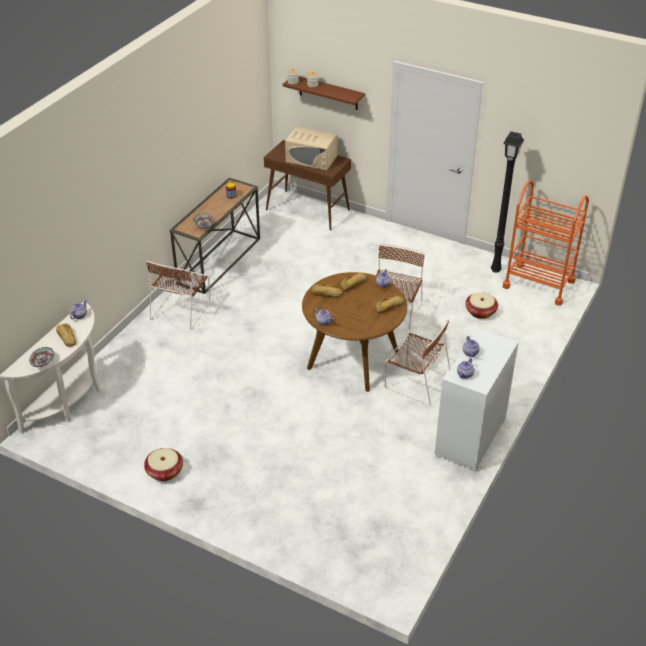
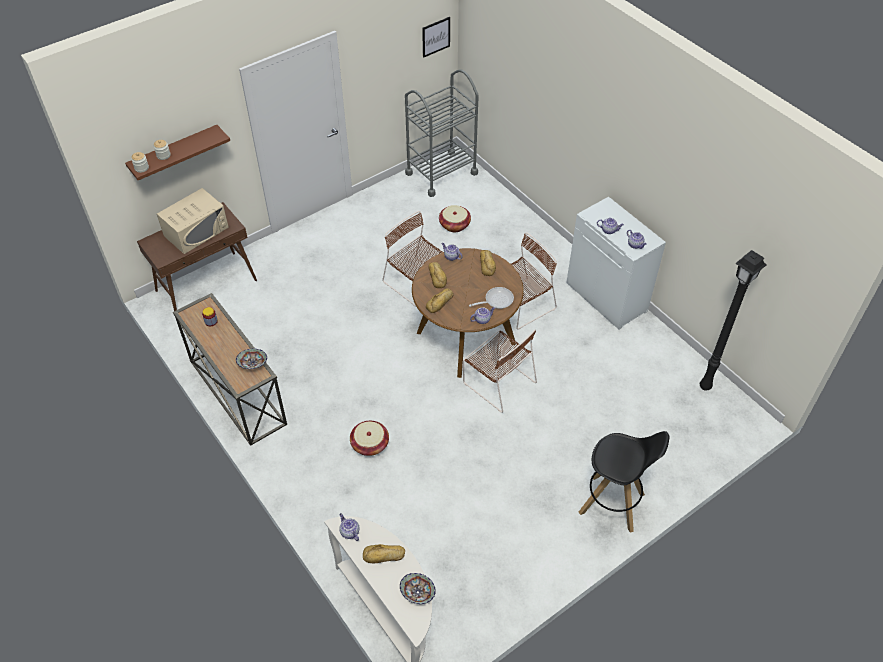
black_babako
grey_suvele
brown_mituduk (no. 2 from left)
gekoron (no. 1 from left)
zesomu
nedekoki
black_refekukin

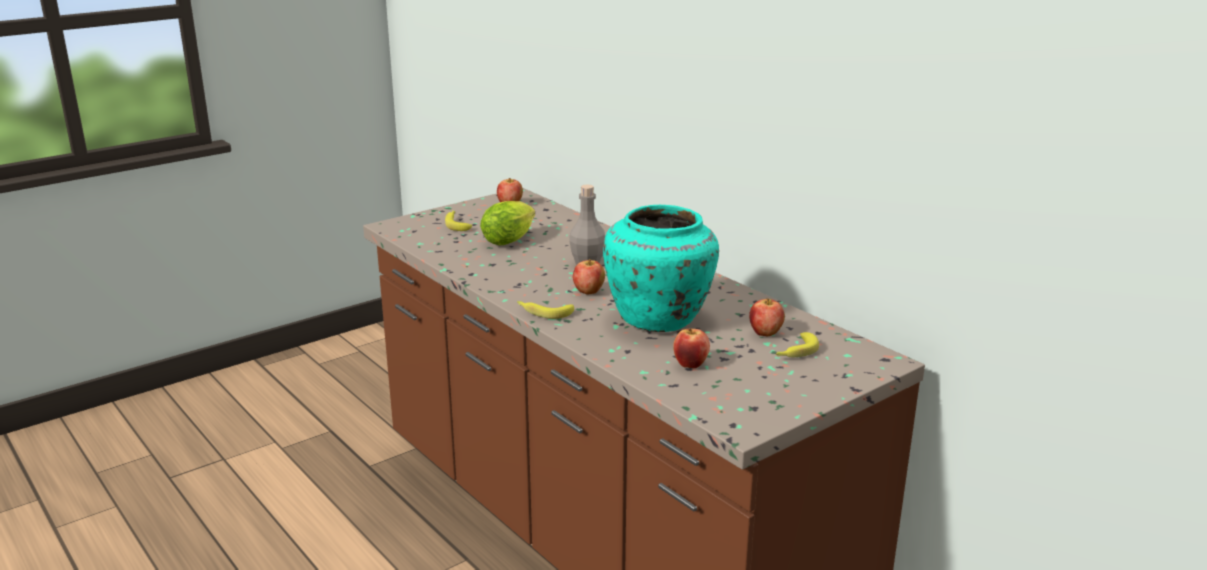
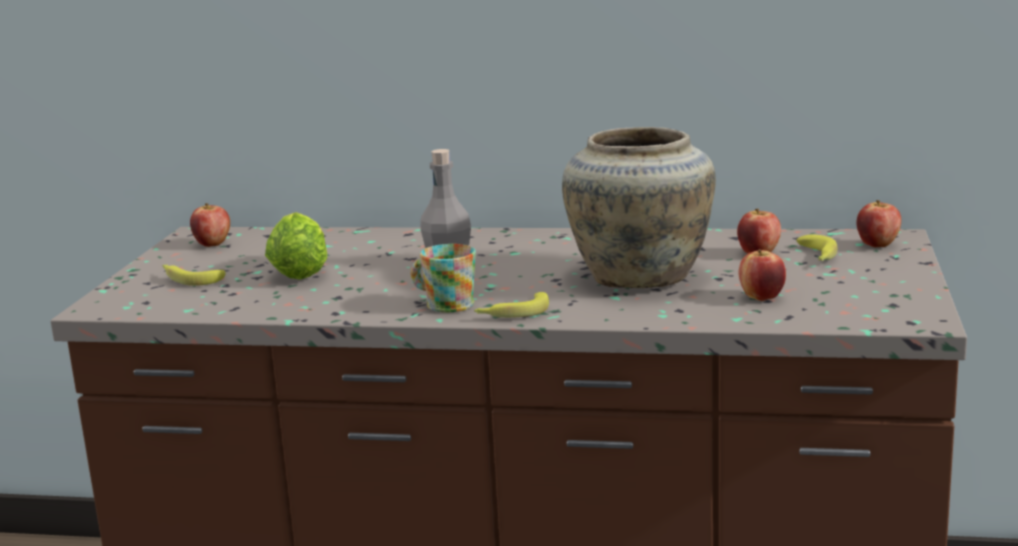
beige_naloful
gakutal (no. 4 from left)
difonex

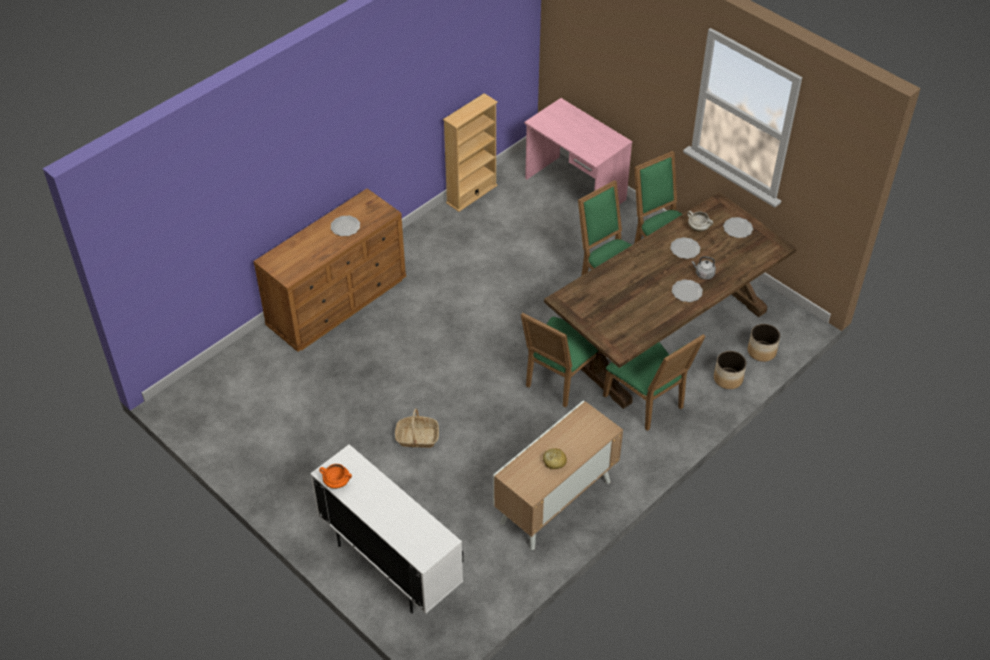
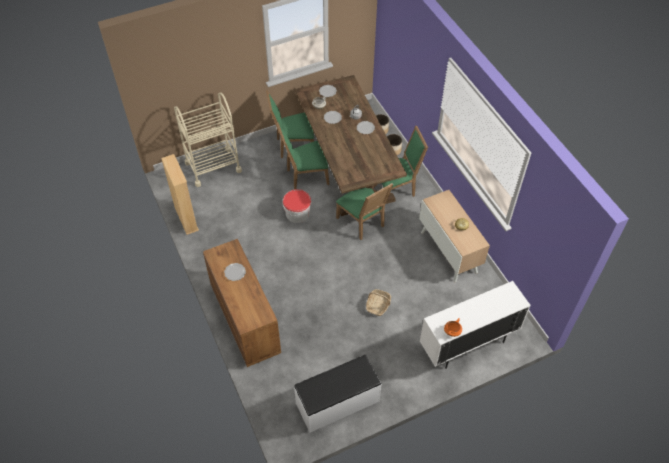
beige_suvele
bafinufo
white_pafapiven

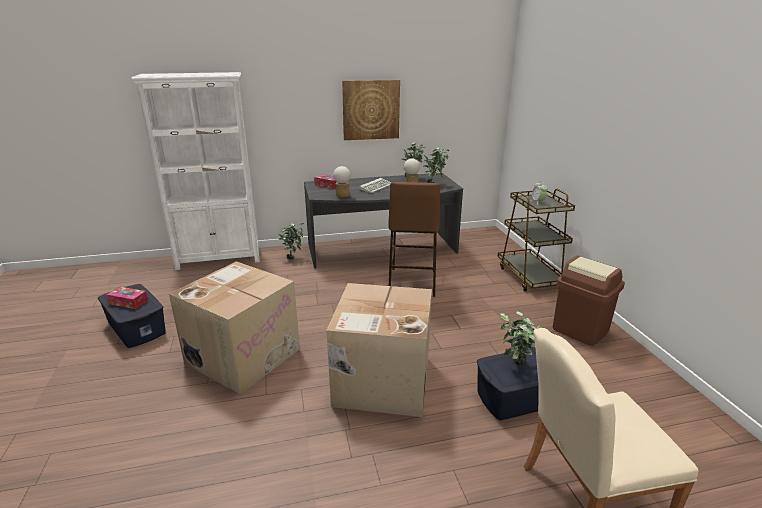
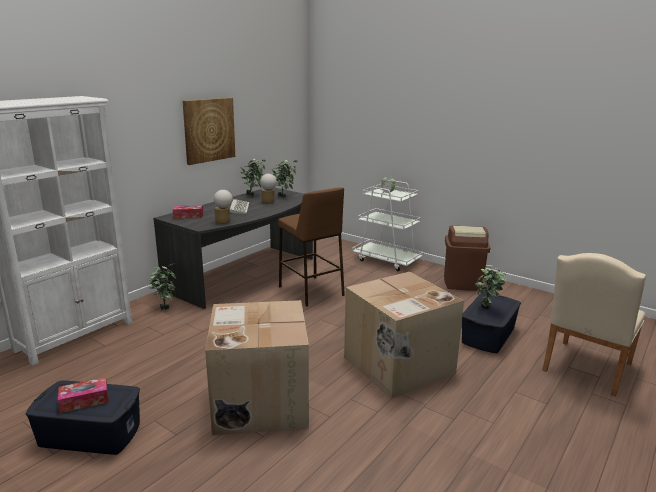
white_suvele

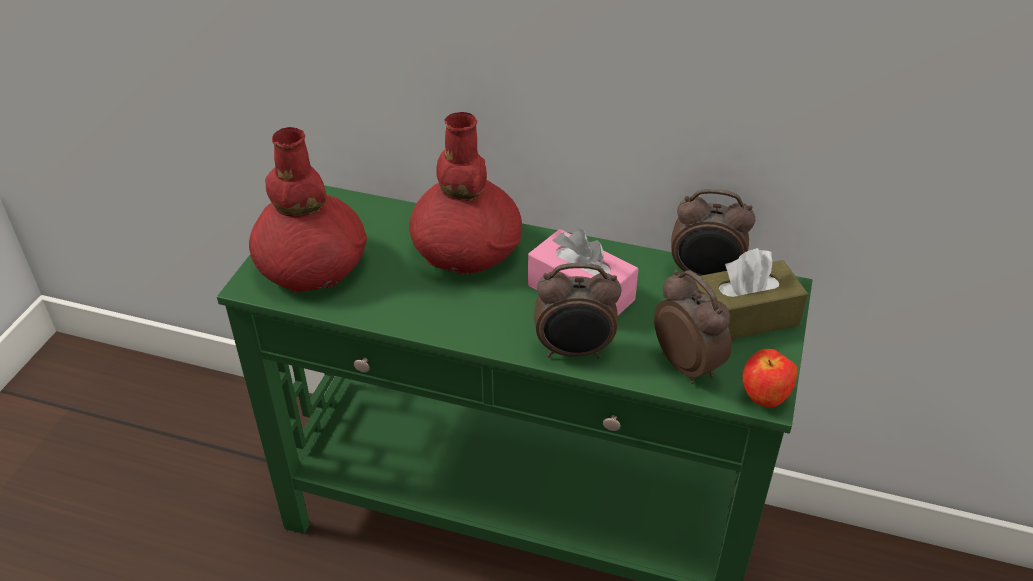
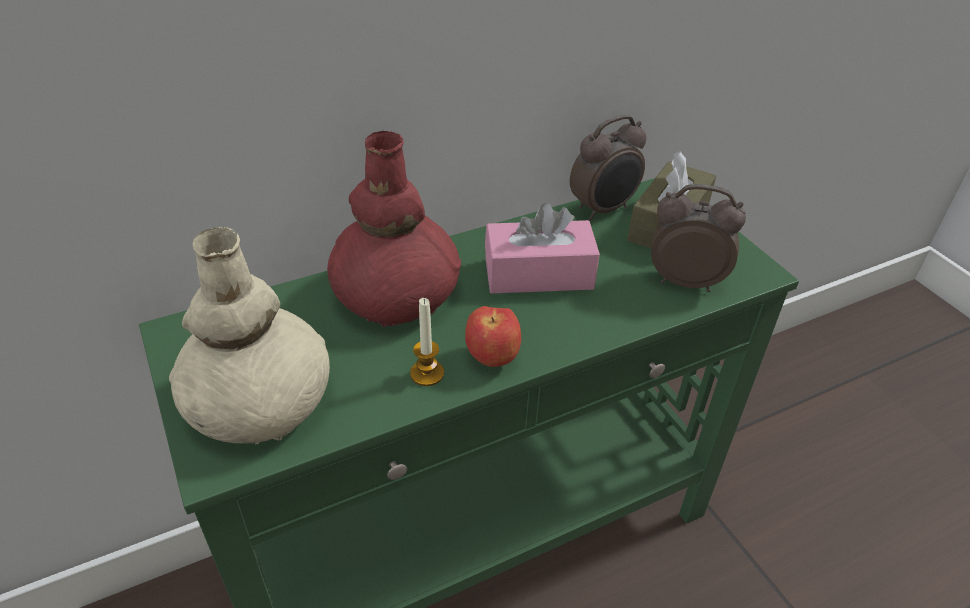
beige_naloful
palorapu (no. 1 from left in the first image)
gakutal
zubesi

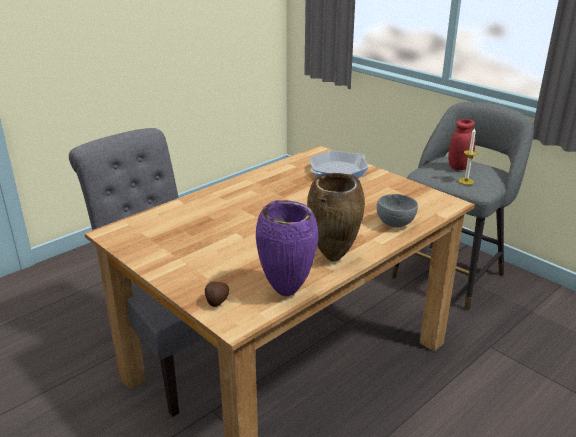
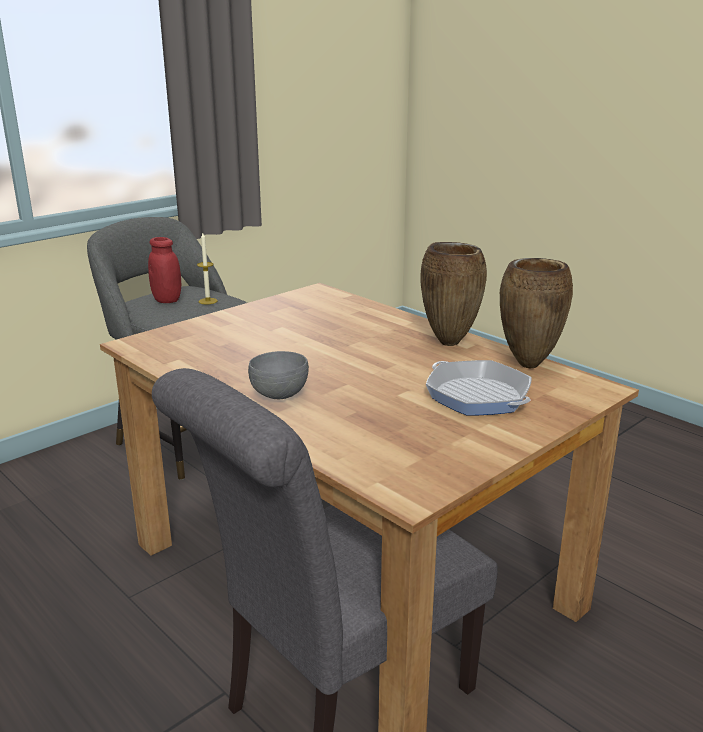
nedekoki
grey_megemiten
brown_naloful (no. 2 from left)
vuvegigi

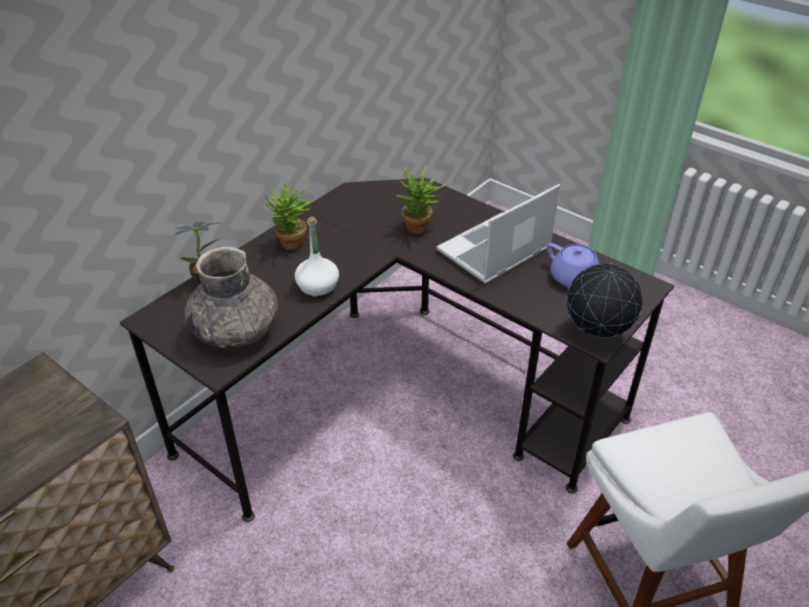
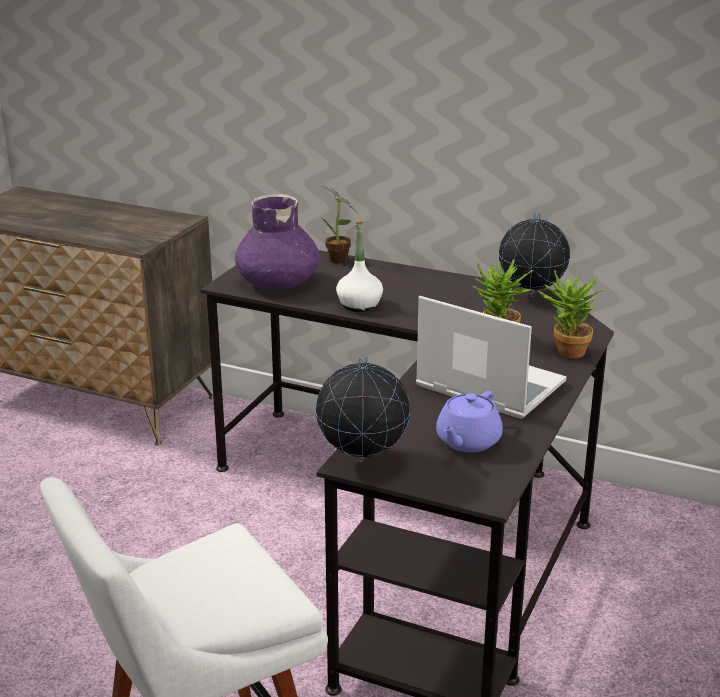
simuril (no. 3 from left)
purple_naloful
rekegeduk (no. 2 from left)

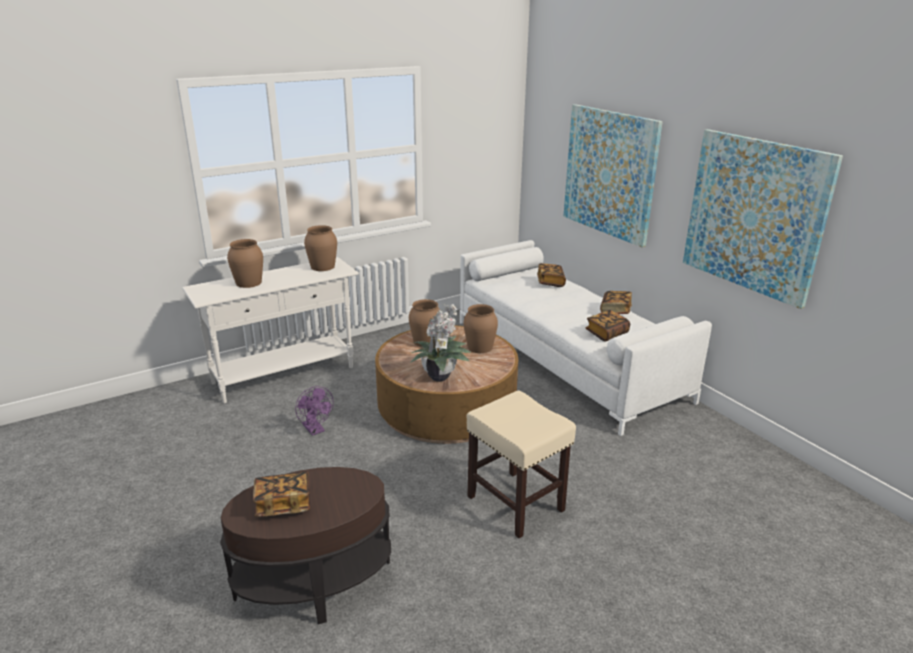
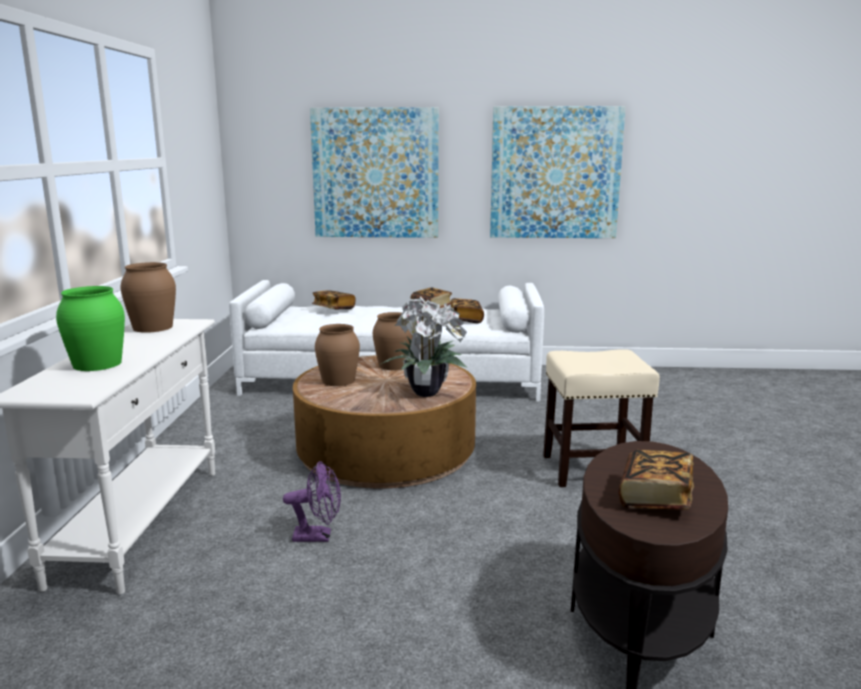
green_naloful

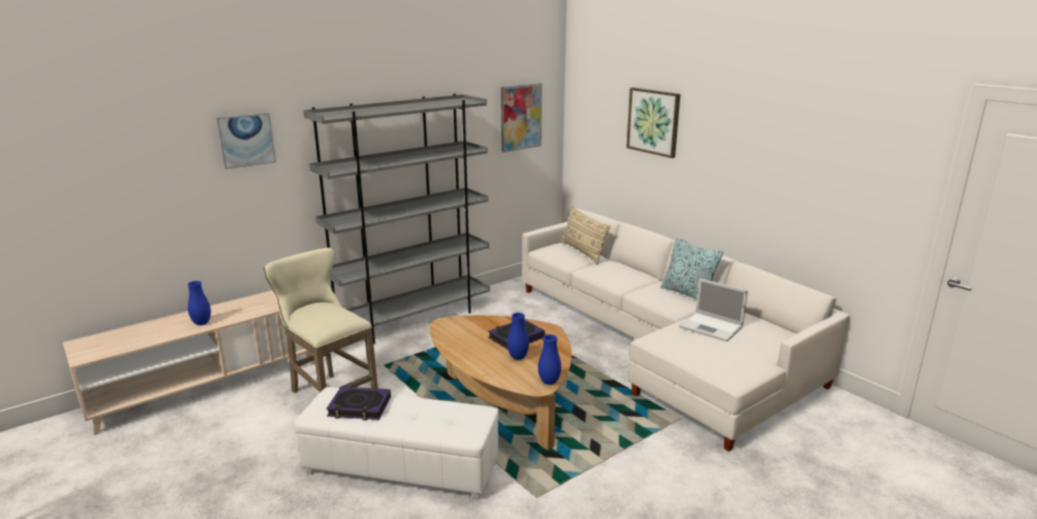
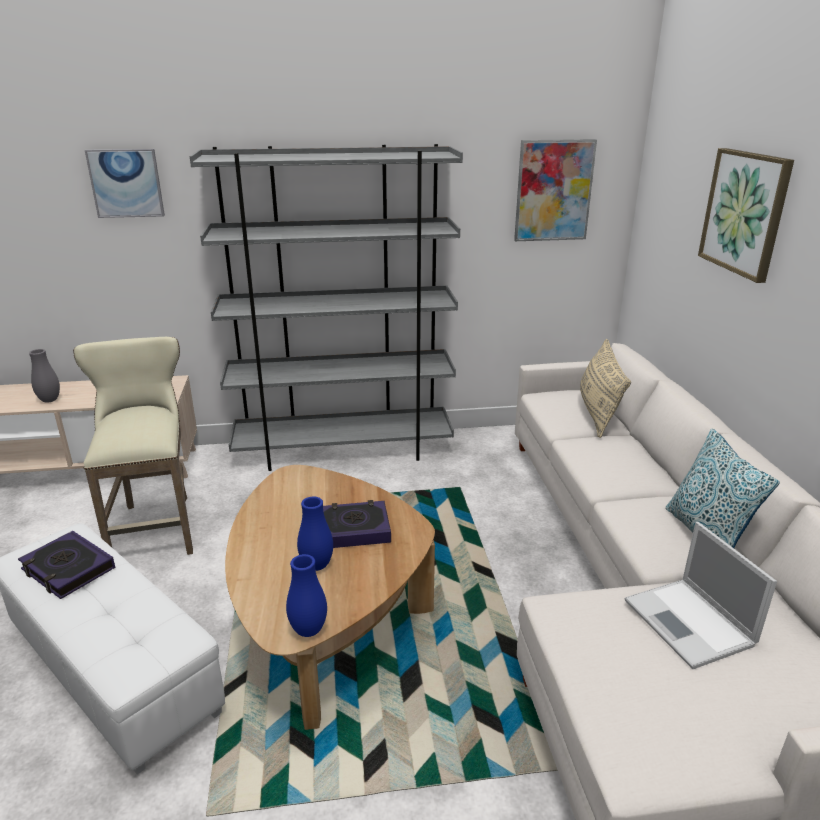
grey_naloful

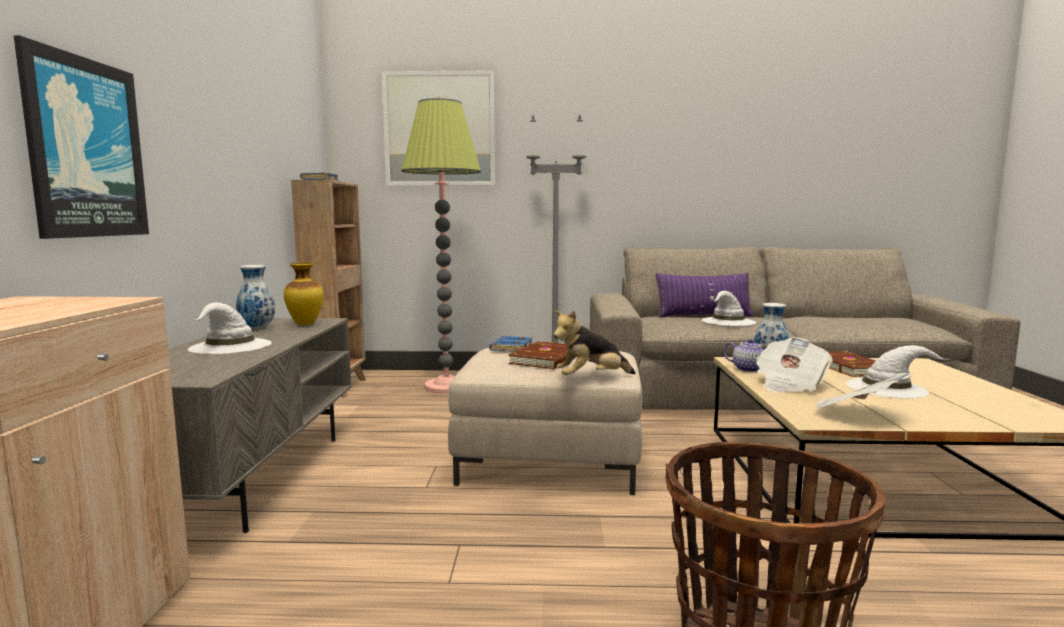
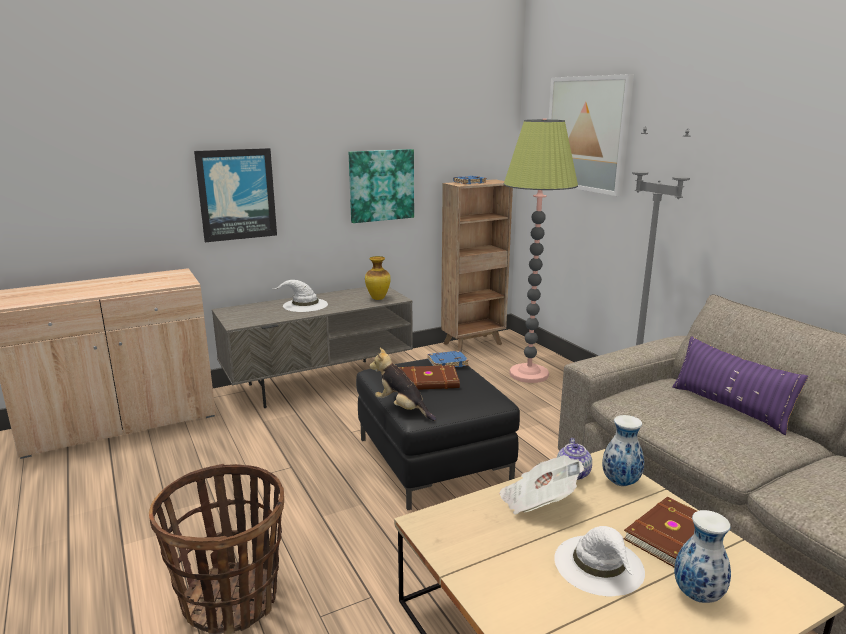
naloful (no. 3 from left)
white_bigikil (no. 2 from left in the first image)
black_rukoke
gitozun (no. 2 from left in the first image)
zesomu (no. 2 from left)

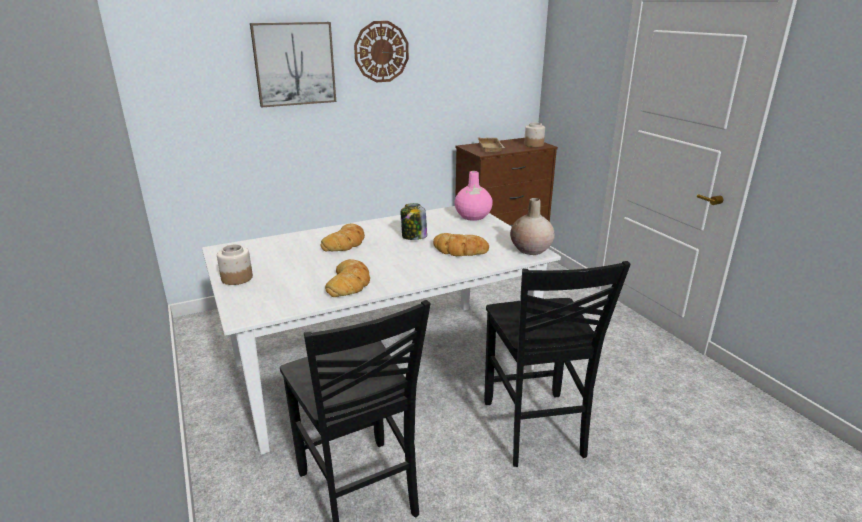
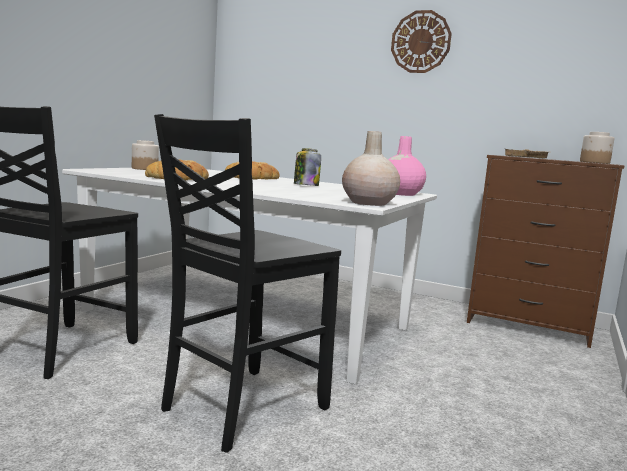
zesomu
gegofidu (no. 3 from left in the first image)

